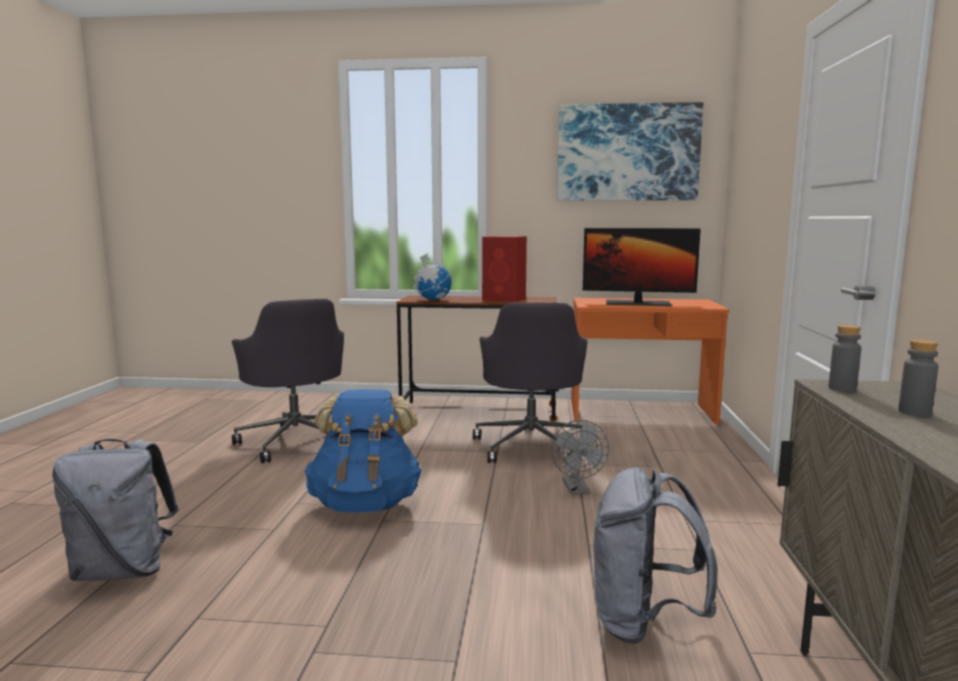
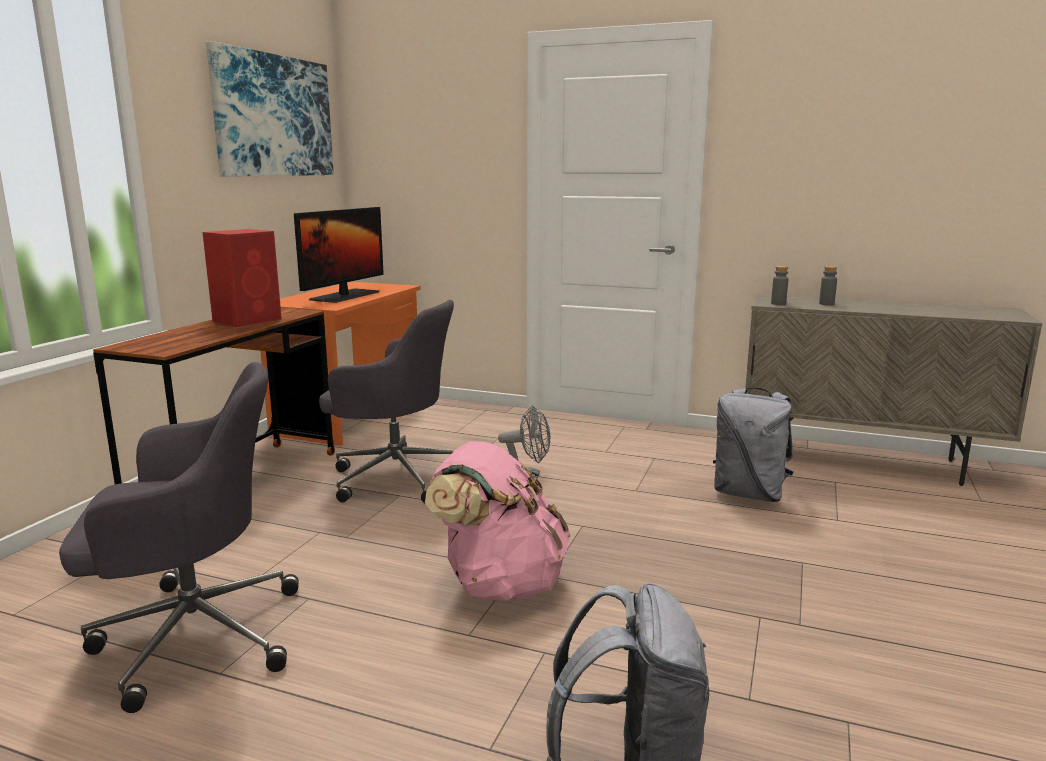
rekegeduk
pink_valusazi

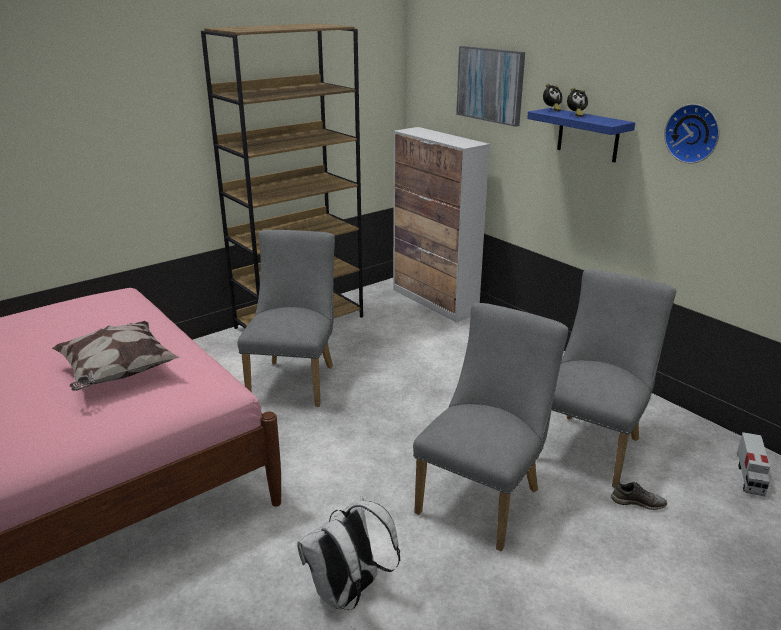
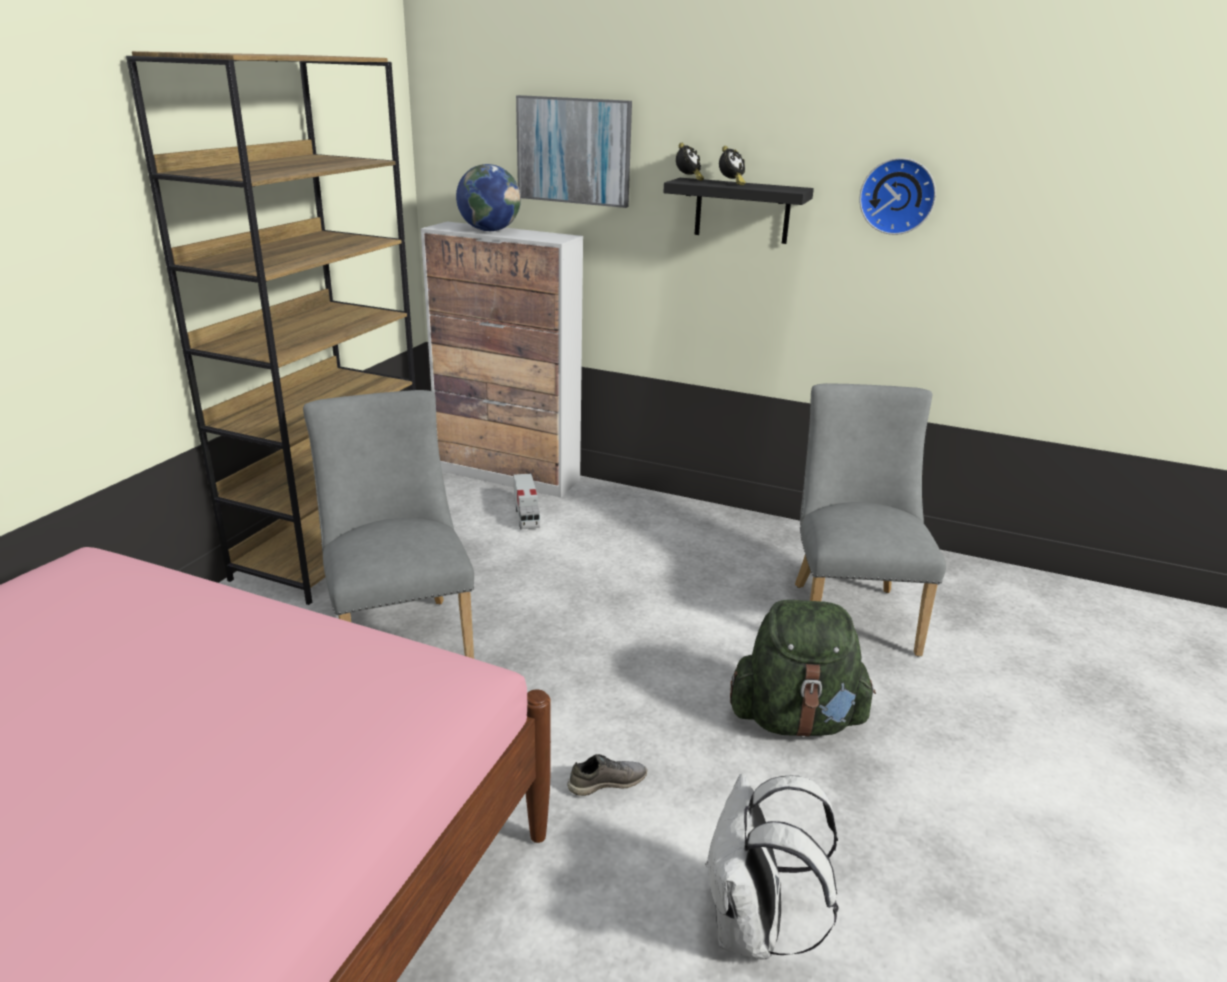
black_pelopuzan
green_valusazi
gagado
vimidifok
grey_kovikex
rekegeduk

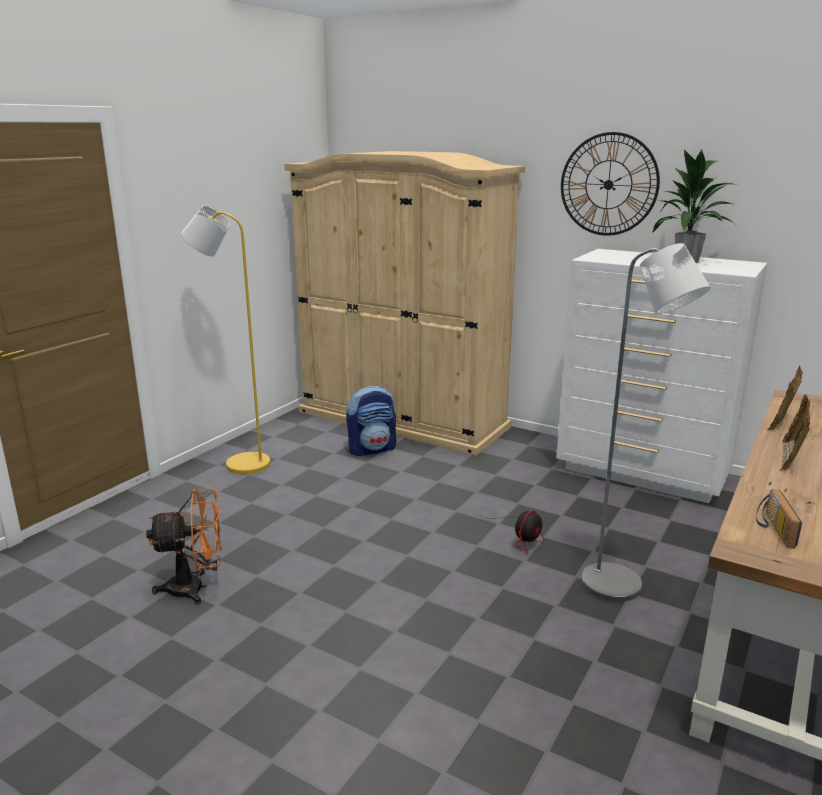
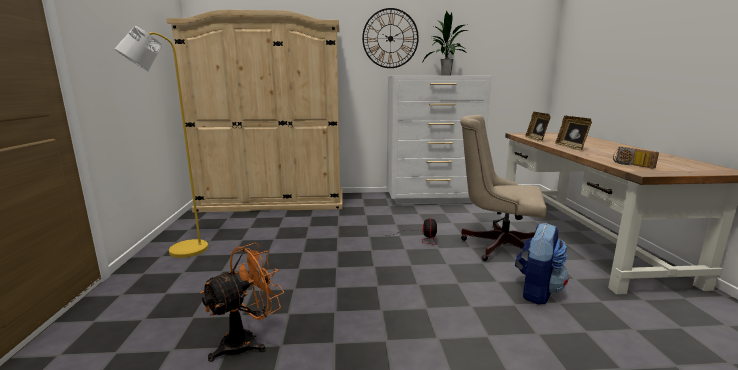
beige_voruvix
valusazi

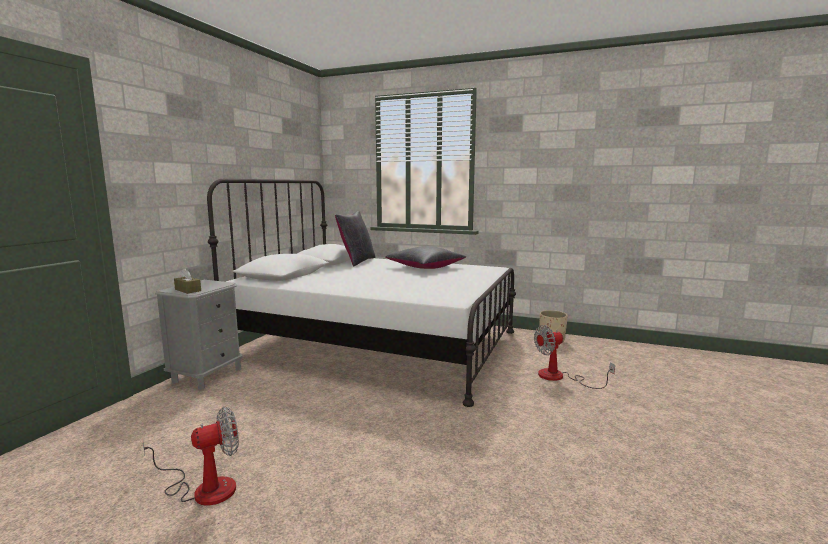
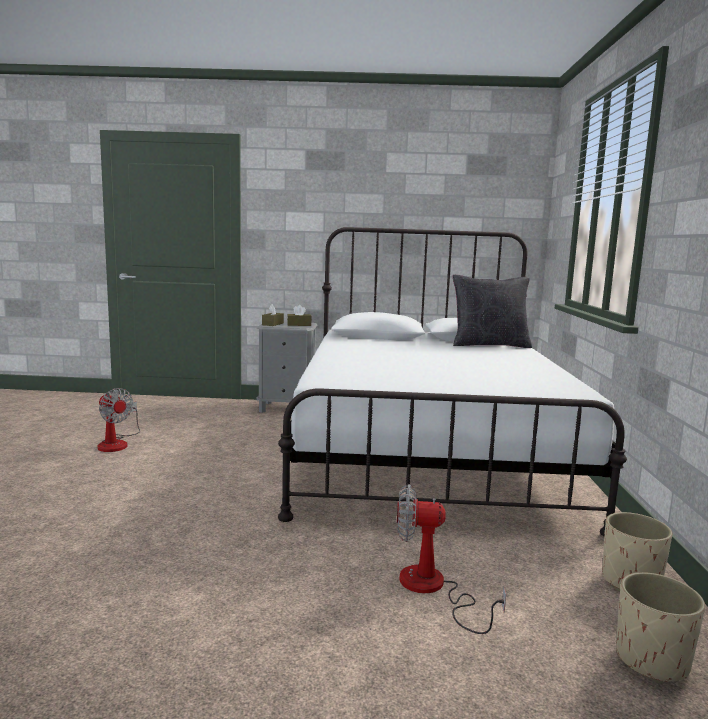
black_gagado (no. 2 from left in the first image)
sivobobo (no. 2 from left)
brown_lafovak (no. 2 from left)
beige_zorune (no. 2 from left)

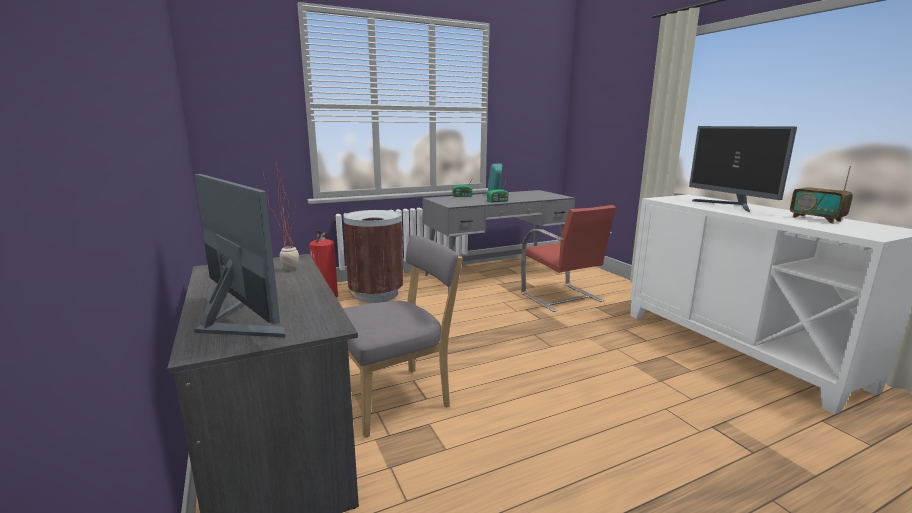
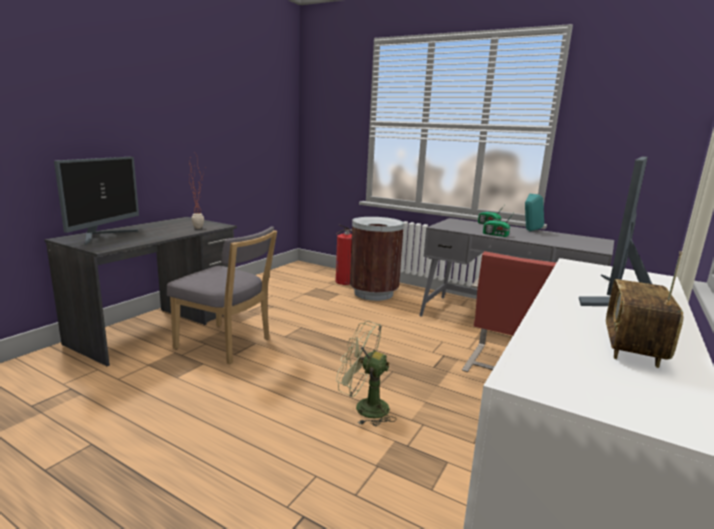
green_sivobobo

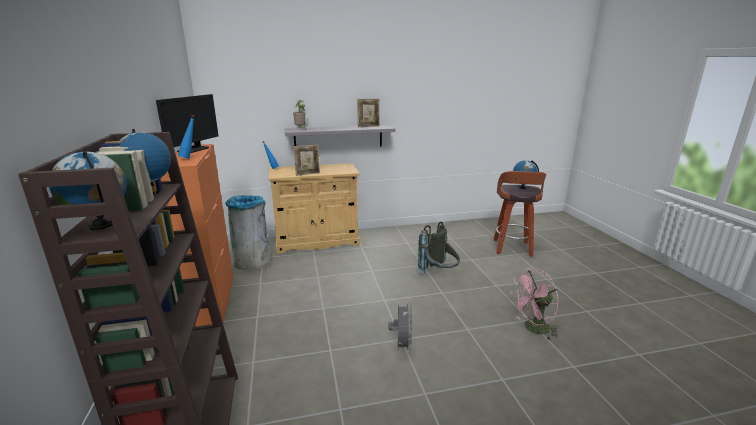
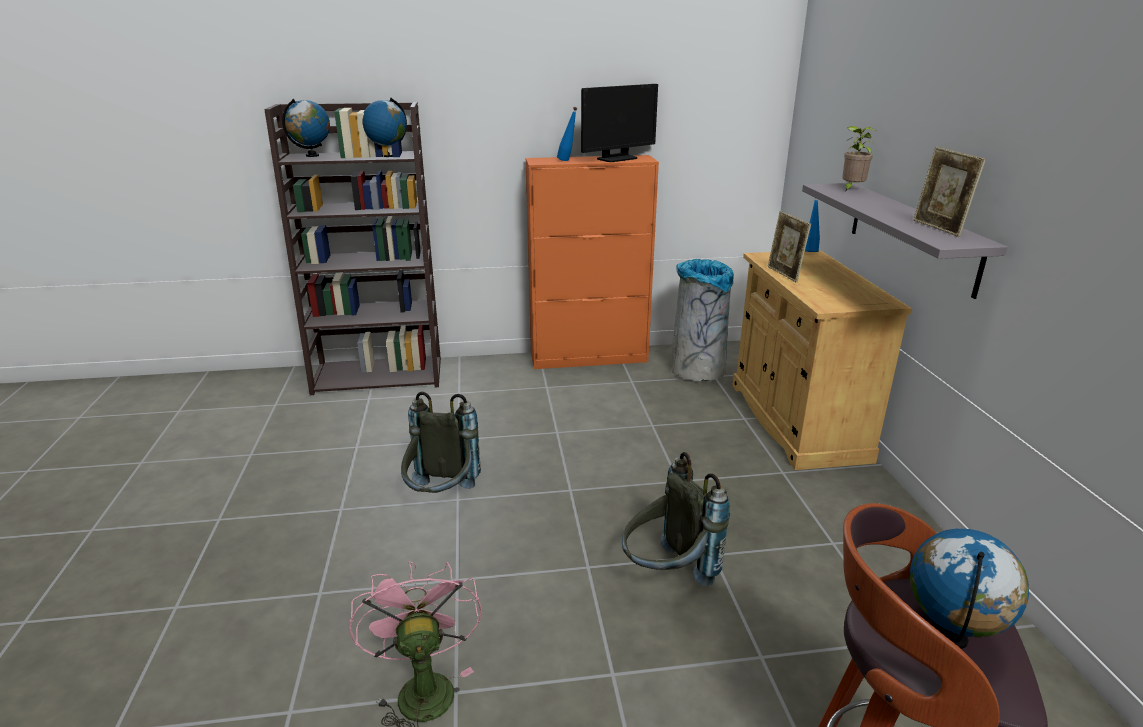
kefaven
grey_valusazi (no. 1 from left)

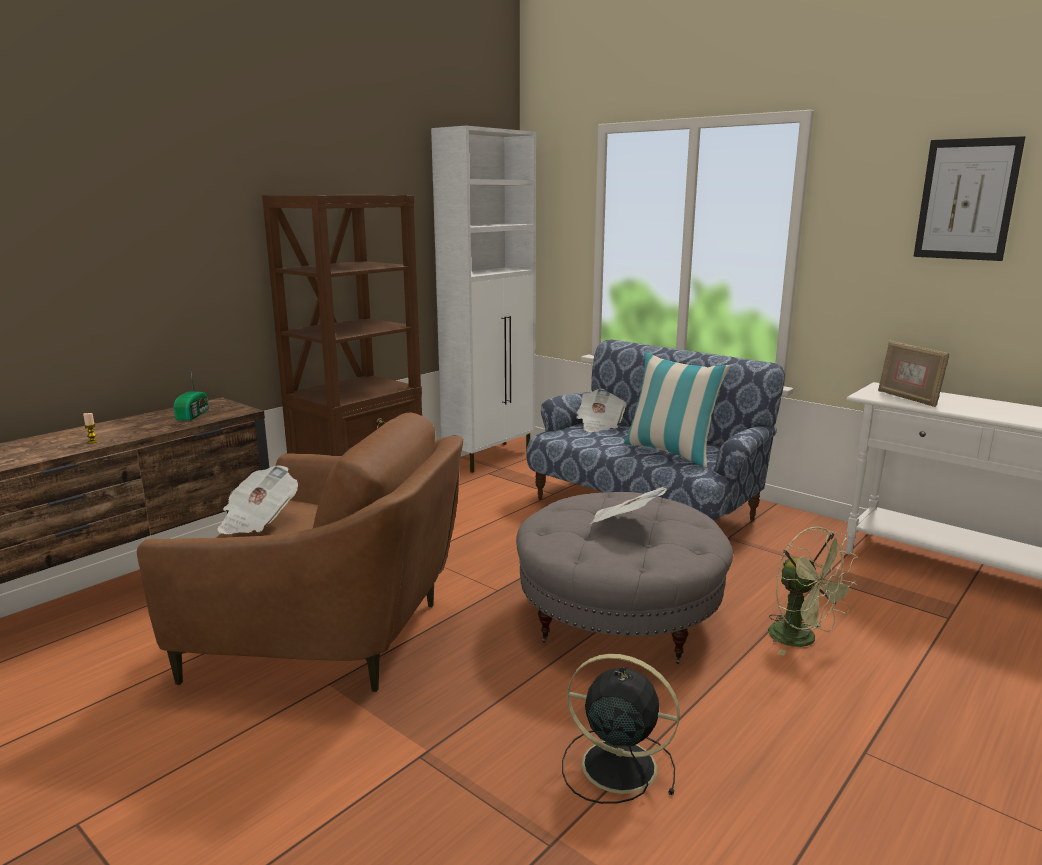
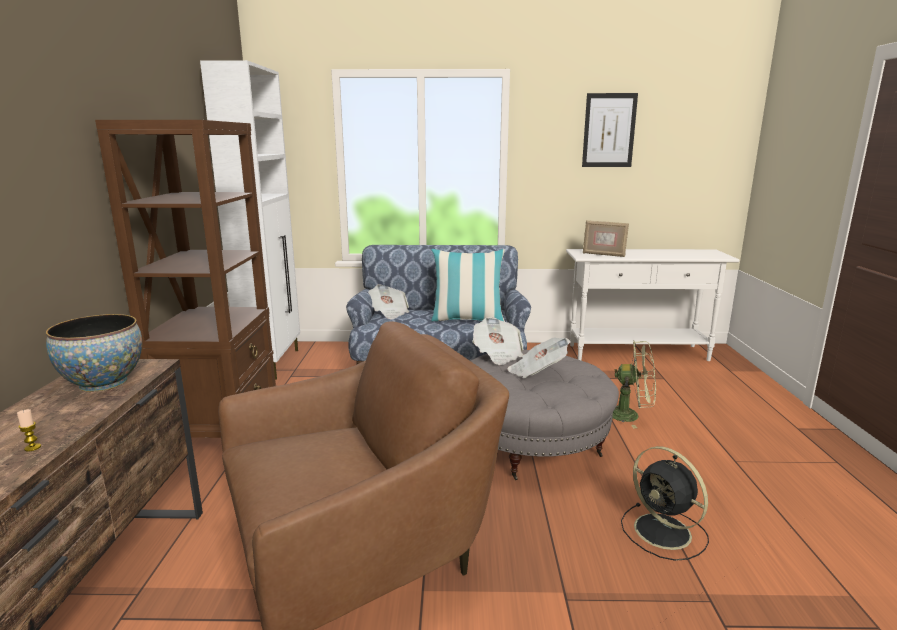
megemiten
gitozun (no. 2 from left)
black_sivobobo

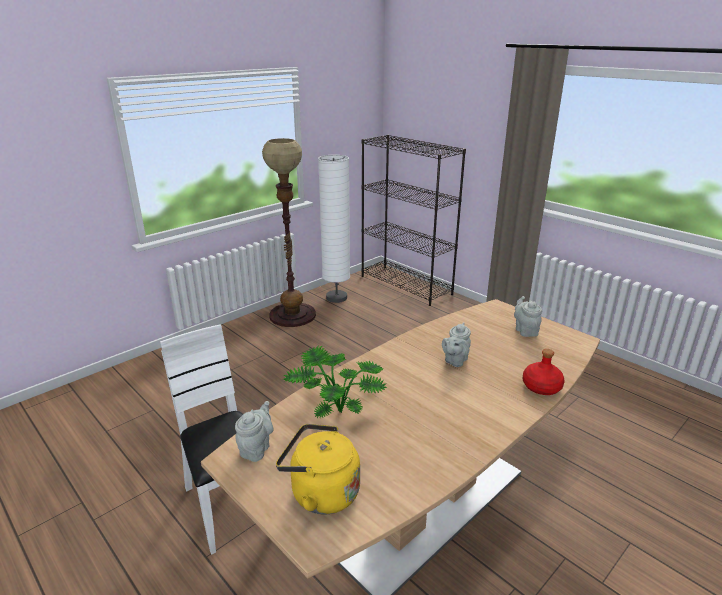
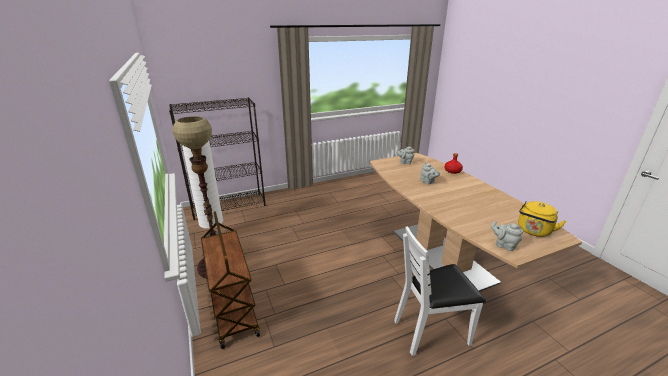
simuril
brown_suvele

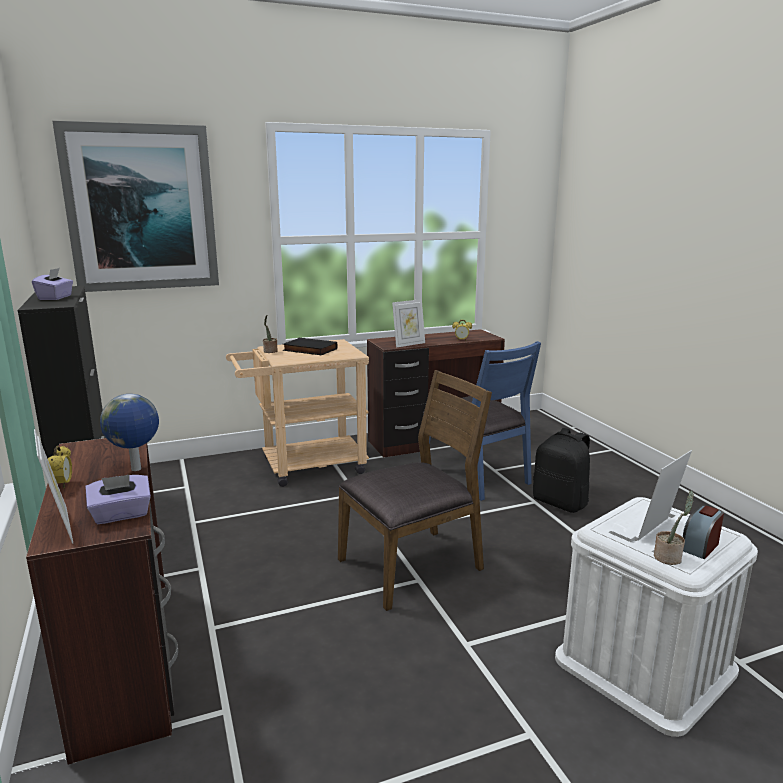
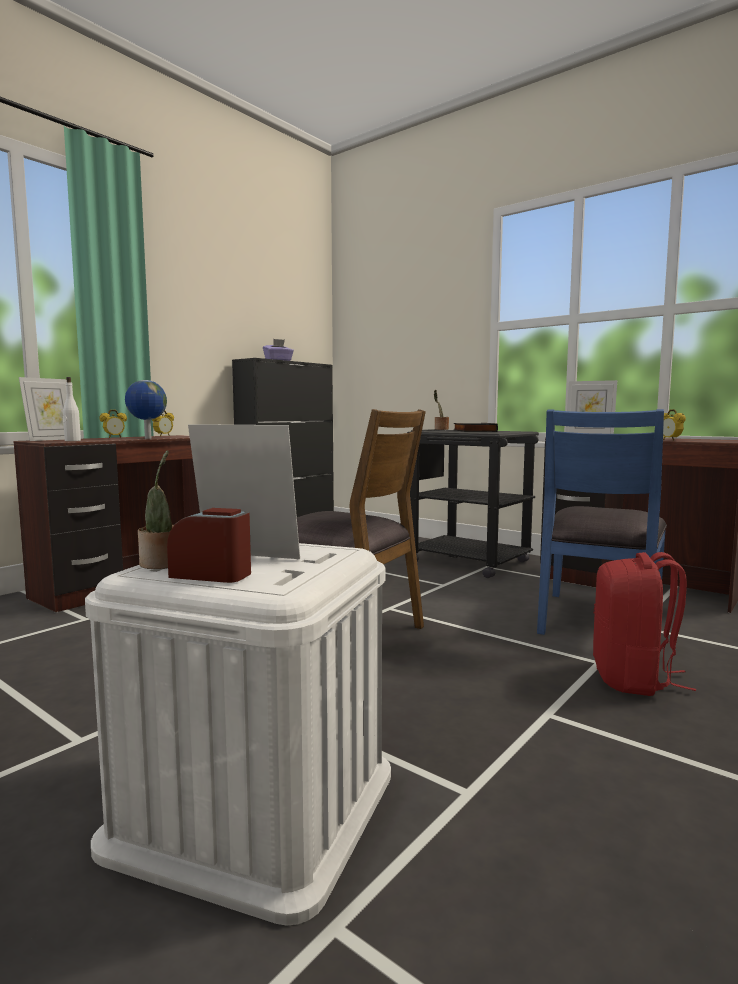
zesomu
black_suvele
red_valusazi
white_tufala
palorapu (no. 2 from left)

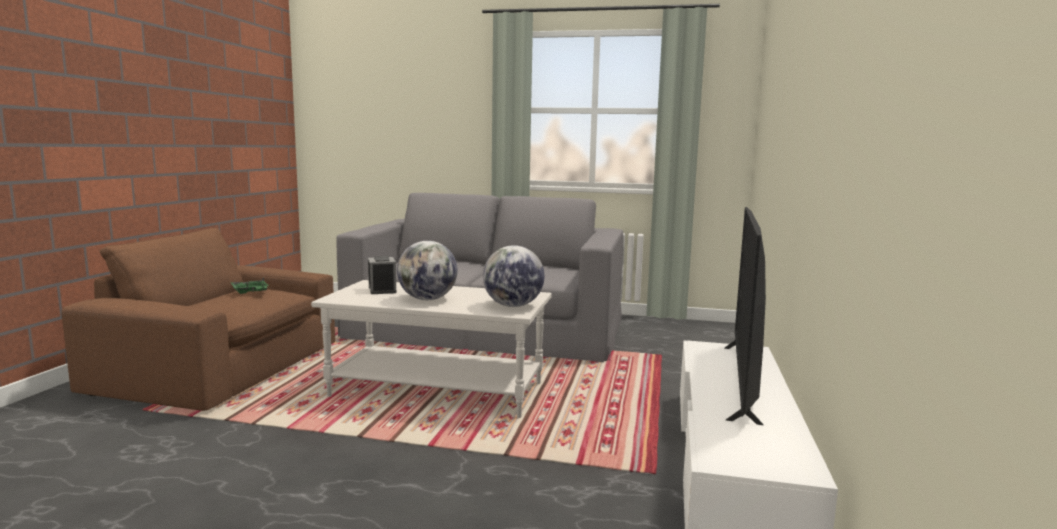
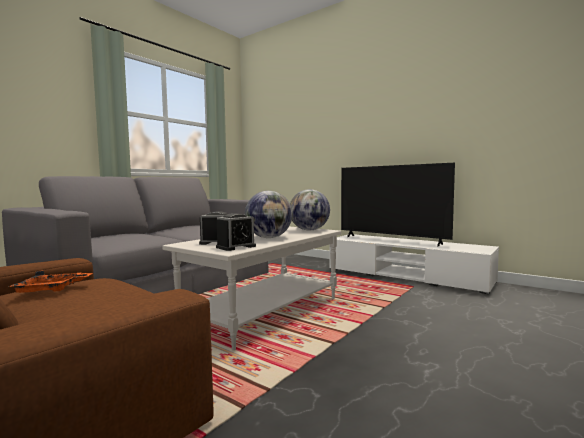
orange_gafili
palorapu (no. 2 from left)

